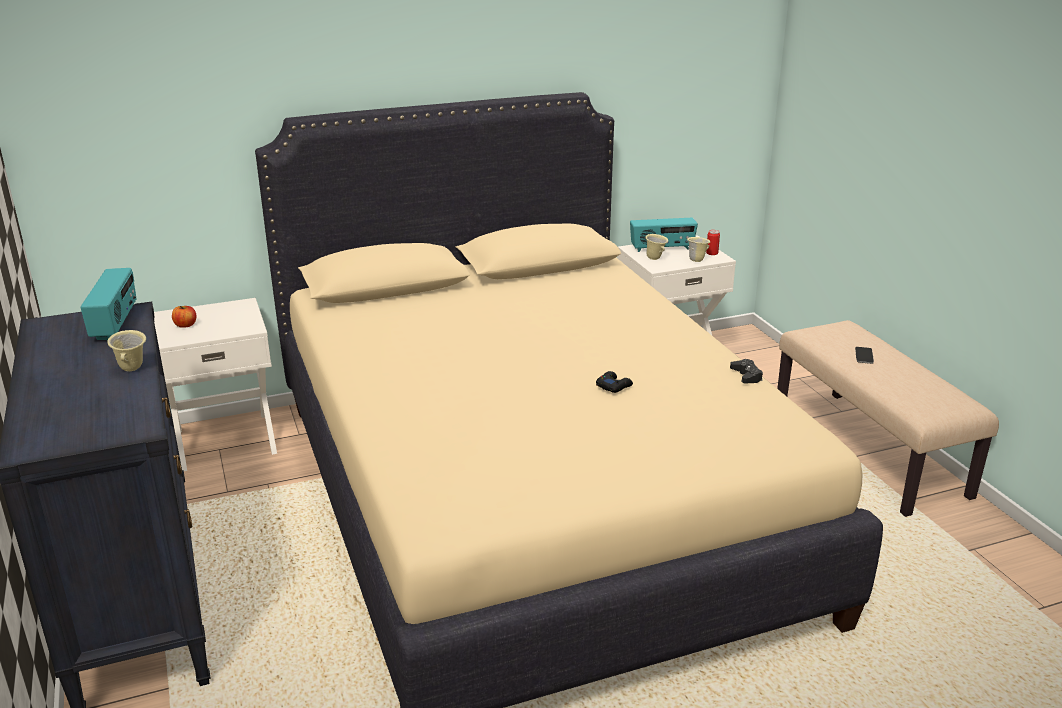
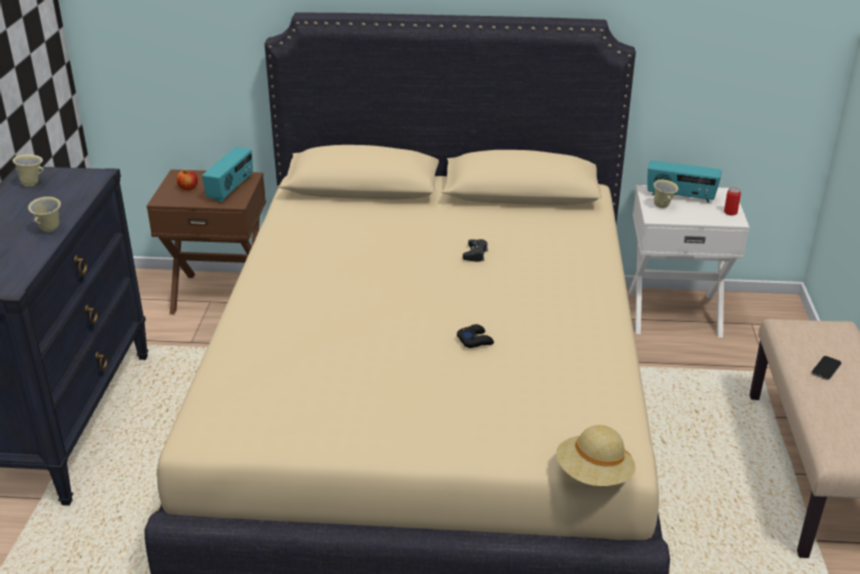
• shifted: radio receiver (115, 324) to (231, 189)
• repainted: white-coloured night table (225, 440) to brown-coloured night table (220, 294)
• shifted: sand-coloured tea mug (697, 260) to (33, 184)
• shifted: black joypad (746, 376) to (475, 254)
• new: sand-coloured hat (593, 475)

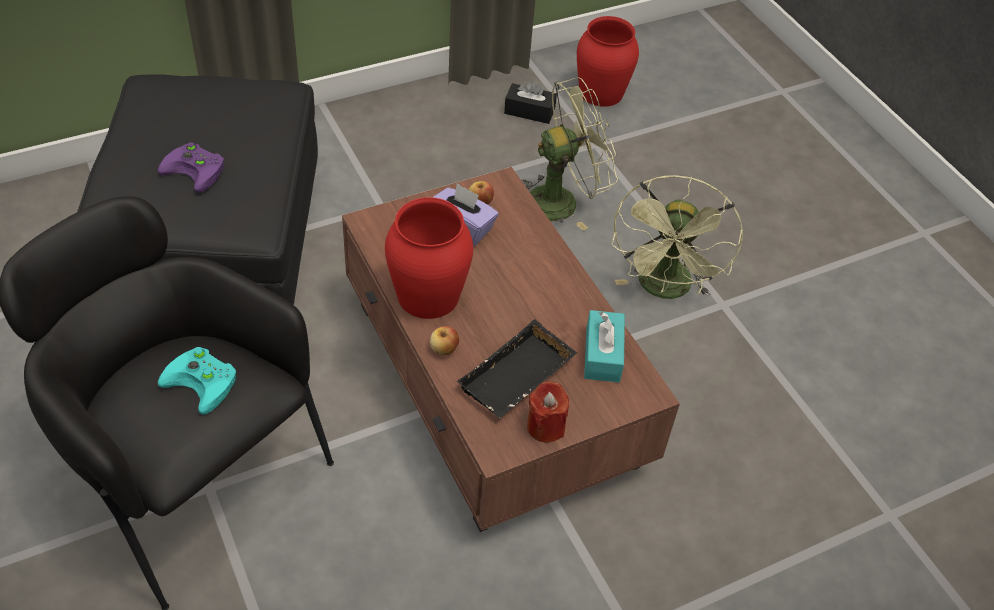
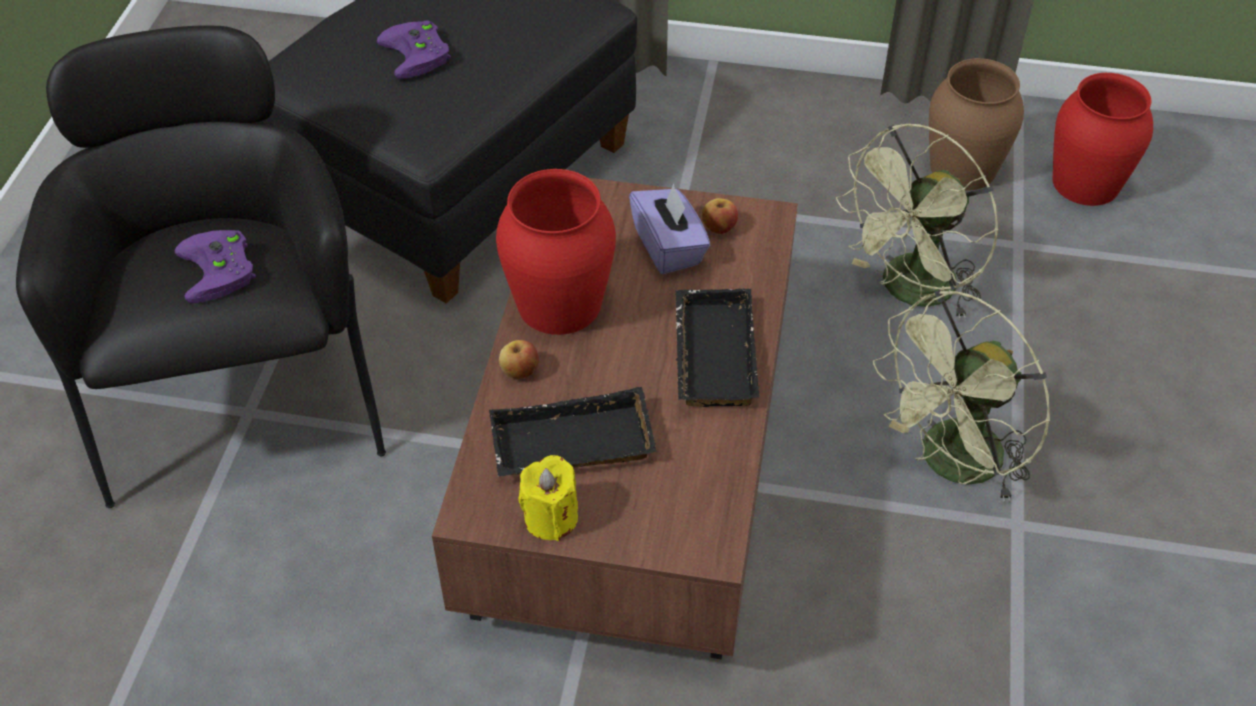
• repainted: blue-green joypad (204, 381) to purple-coloured joypad (220, 270)
• swapped: black tissue box (529, 111) to brown-coloured flower vase (964, 168)
• rotated: green-coloured fan (561, 200) = (910, 292) 120 degrees clockwise
• repainted: red wax candle (545, 426) to yellow-coloured wax candle (551, 518)
• gone: blue-green tissue box (602, 355)
• new: black carrying tray (710, 354)

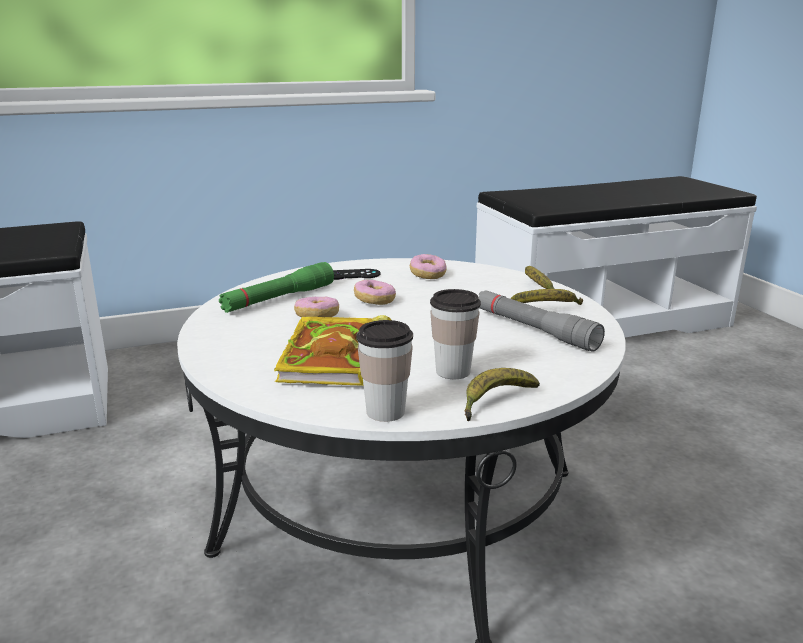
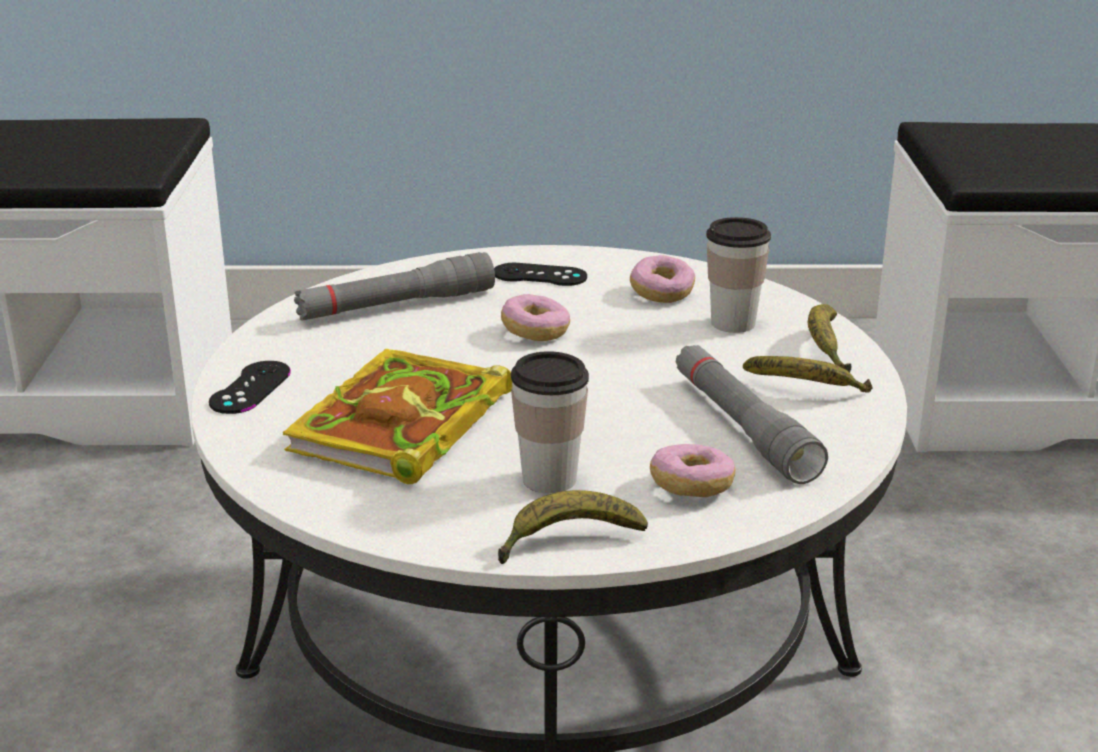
• repainted: green-coloured torch (279, 299) to gray torch (396, 305)
• shifted: ring doughnut (317, 317) to (691, 487)
• shifted: small cup (385, 412) to (733, 323)
• new: black joypad (250, 388)

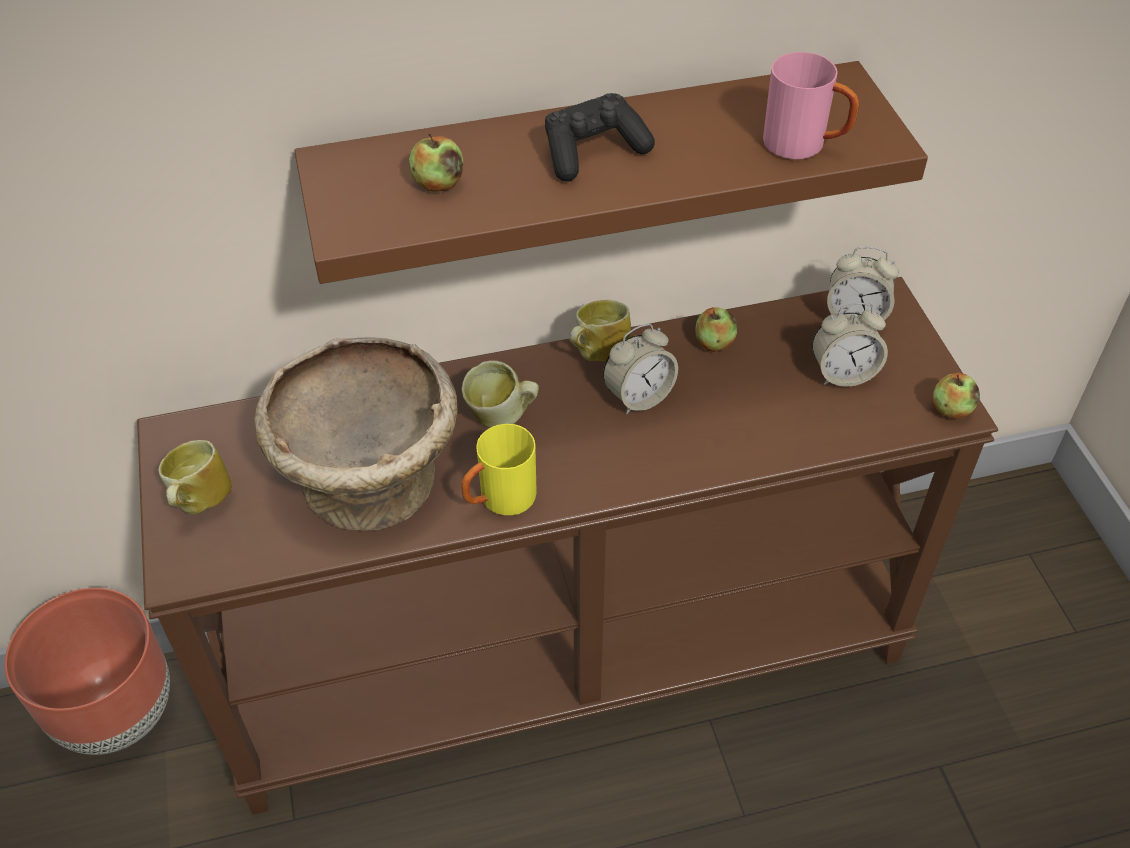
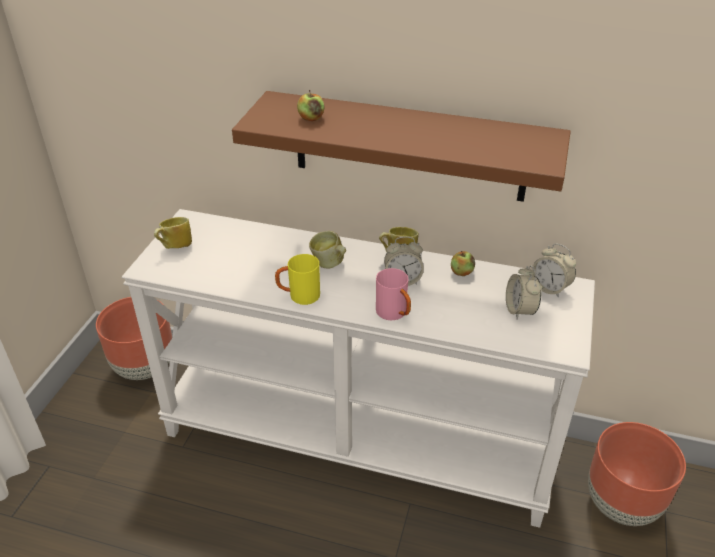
• repainted: brown-coloured hall table (568, 653) to white-coloured hall table (359, 437)
• gone: sand-coloured bowl (369, 474)
• gone: black joypad (593, 152)
• shifted: pinkish tea mug (805, 145) to (395, 314)
• rotated: alarm clock (843, 373) = (520, 310) 60 degrees clockwise
• gone: apple (951, 409)
• new: brown-coloured plant pot (622, 504)

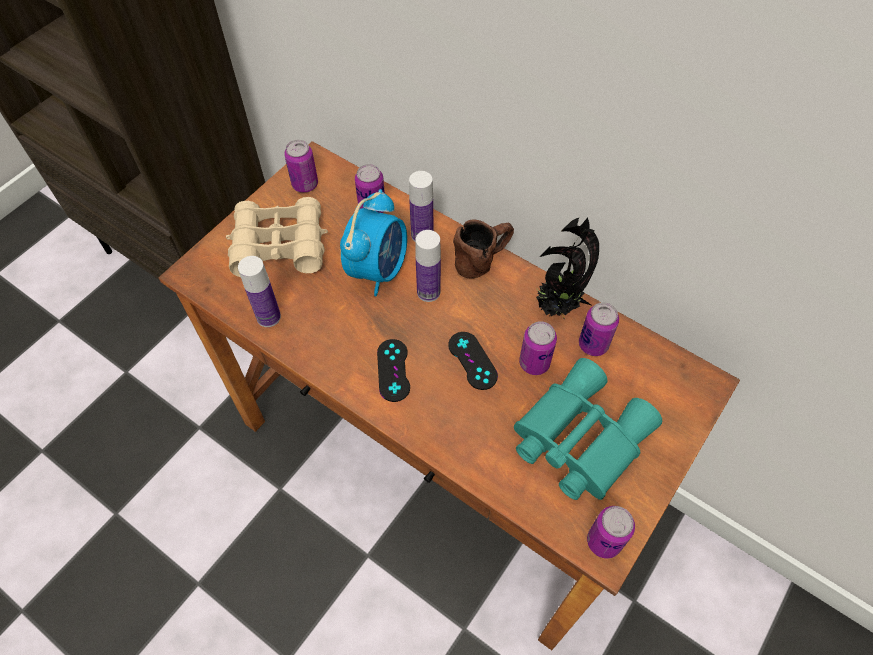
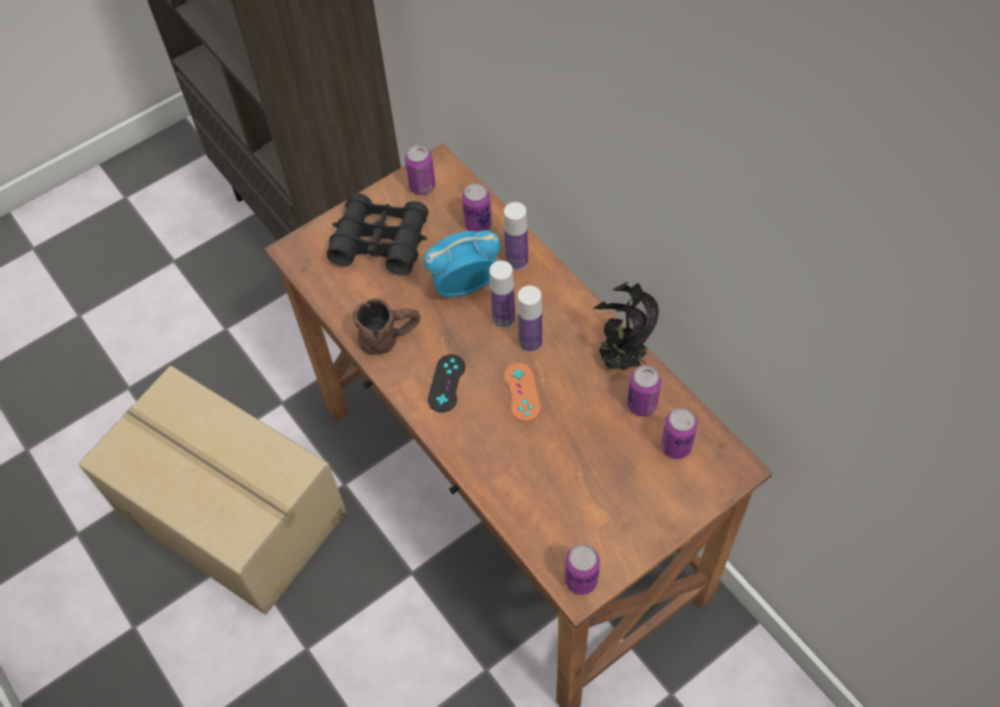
• repainted: sand-coloured field glasses (279, 245) to black field glasses (380, 241)
• shifted: bottle (268, 317) to (530, 342)
• rotated: alarm clock (378, 269) = (464, 285) 150 degrees counterclockwise
• repainted: black joypad (472, 360) to orange-coloured joypad (522, 392)
• shifted: brown-coloured tea mug (483, 259) to (391, 337)
• gone: blue-green field glasses (577, 437)
• shifted: metal can (534, 363) to (676, 446)
• new: carton (232, 509)

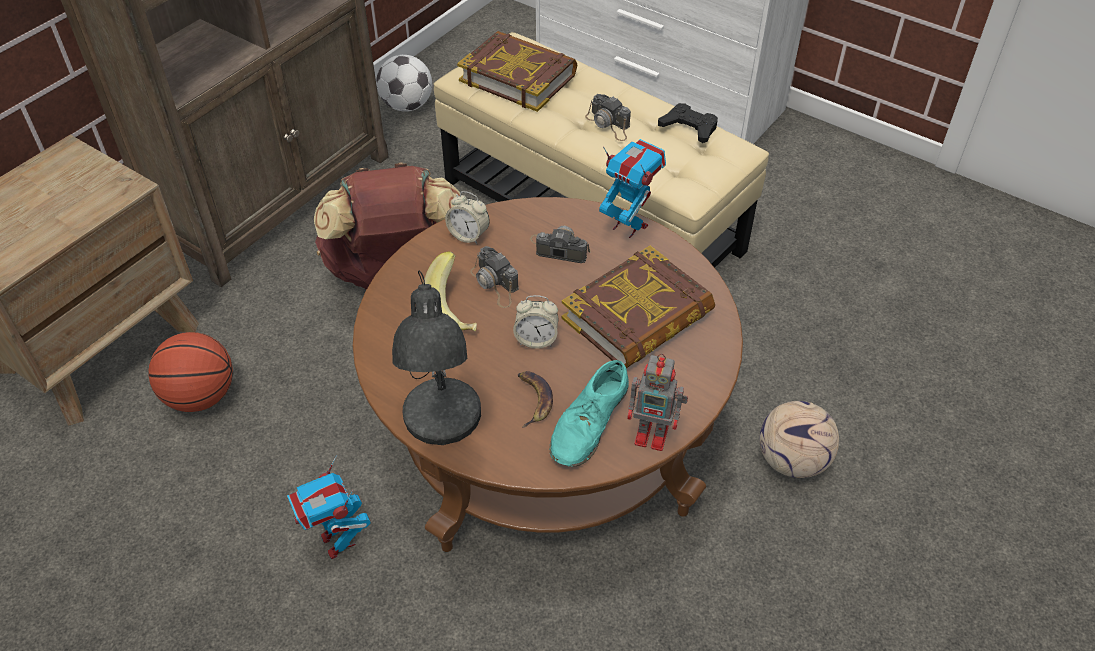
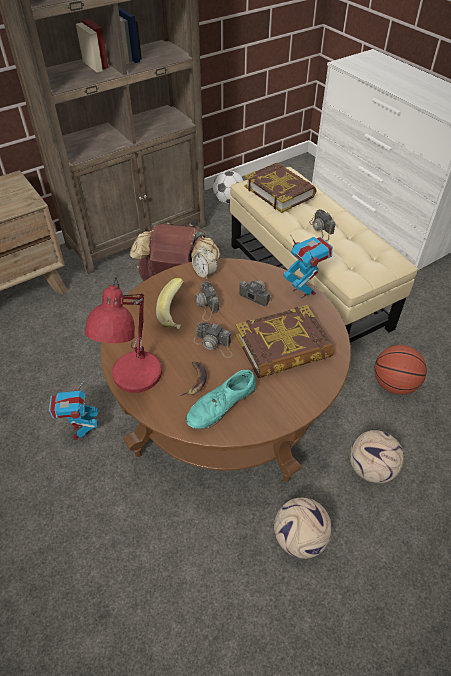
• shifted: basketball ball (200, 396) to (394, 384)
• repainted: gray lamp for a table (441, 422) to red lamp for a table (134, 378)
• swapped: alarm clock (536, 339) to still camera (214, 344)
• gone: robot figure (654, 435)
• gone: black joypad (689, 127)
• new: football ball (300, 539)

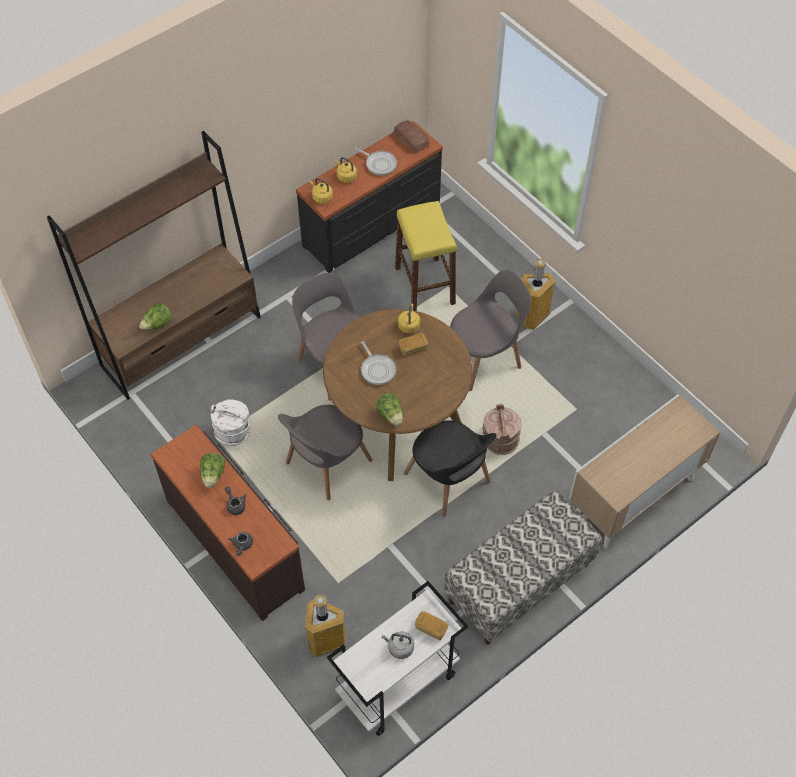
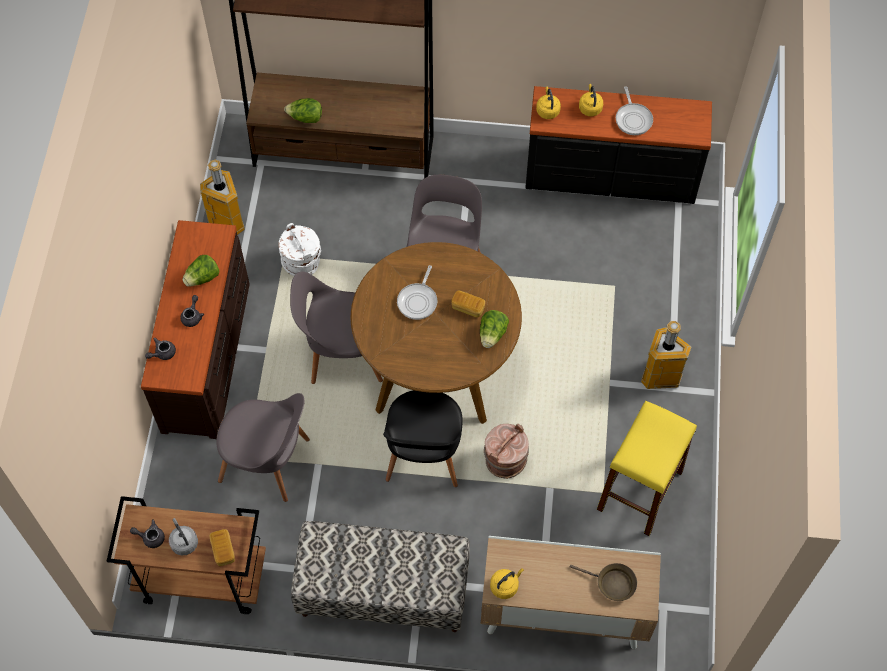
• shifted: rubbish bin (326, 641) to (228, 222)
• repainted: white-coloured cart (397, 685) to brown-coloured cart (201, 579)
• shifted: head of lettuce (391, 415) to (492, 334)
• gone: bread (411, 139)
• shifted: yellow-coloured stool (425, 285) to (639, 490)
• shifted: yellow-coloured tea kettle (409, 325) to (505, 586)
• shifted: gray plain chair (484, 357) to (268, 462)
• new: gray pot for tea (150, 537)
• new: brown-coloured skillet (612, 583)

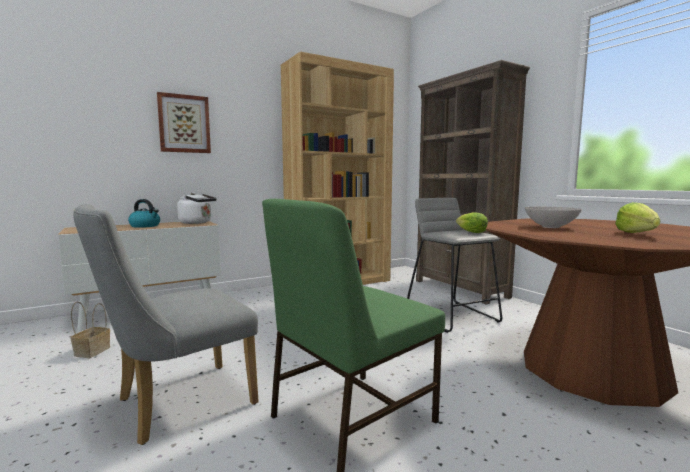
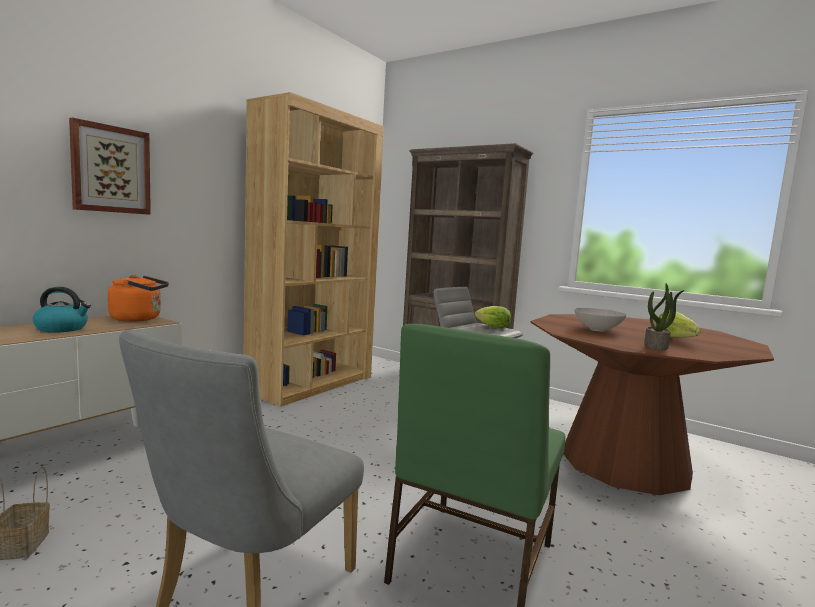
• repainted: white-coloured tea kettle (197, 223) to orange-coloured tea kettle (139, 319)
• new: houseplant (656, 346)

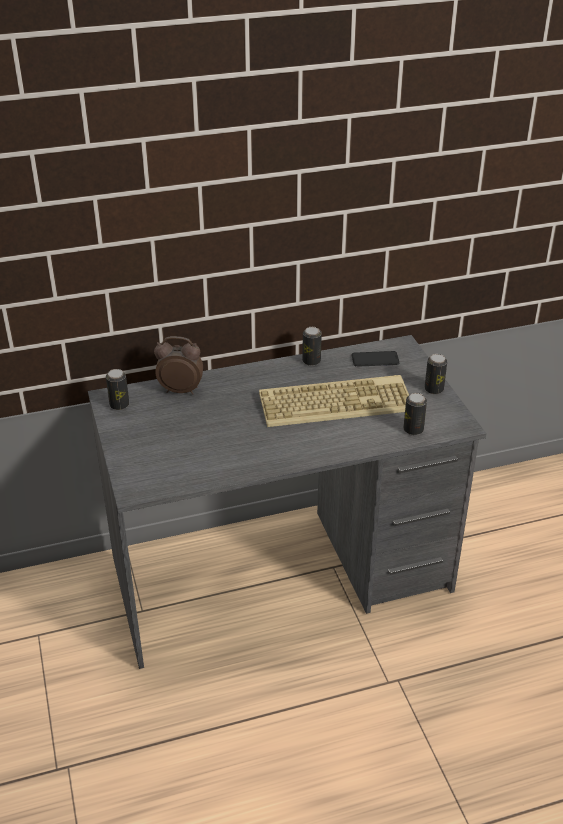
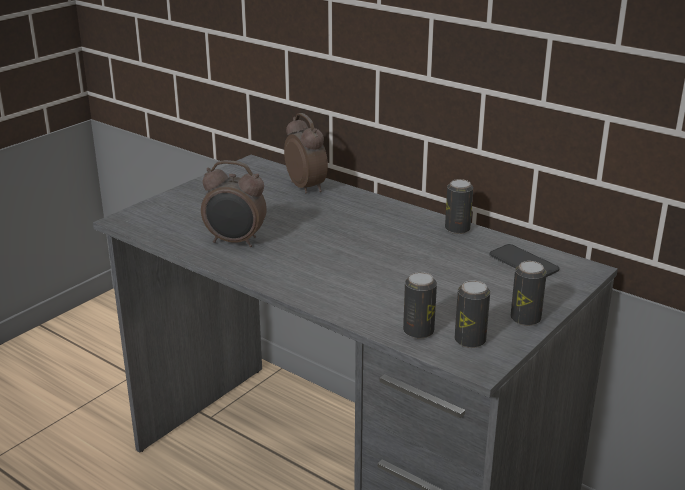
• shifted: metal can (119, 405) to (470, 340)
• gone: PC keyboard (336, 401)
• new: alarm clock (235, 242)

